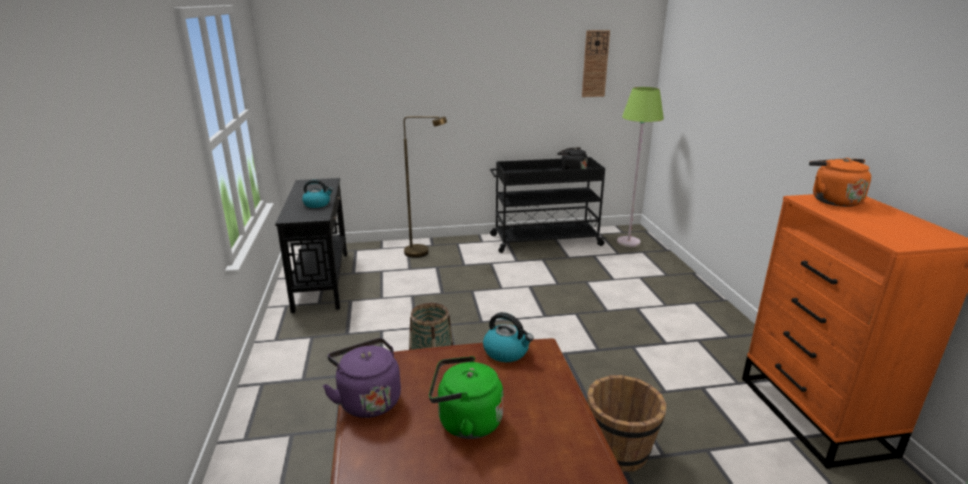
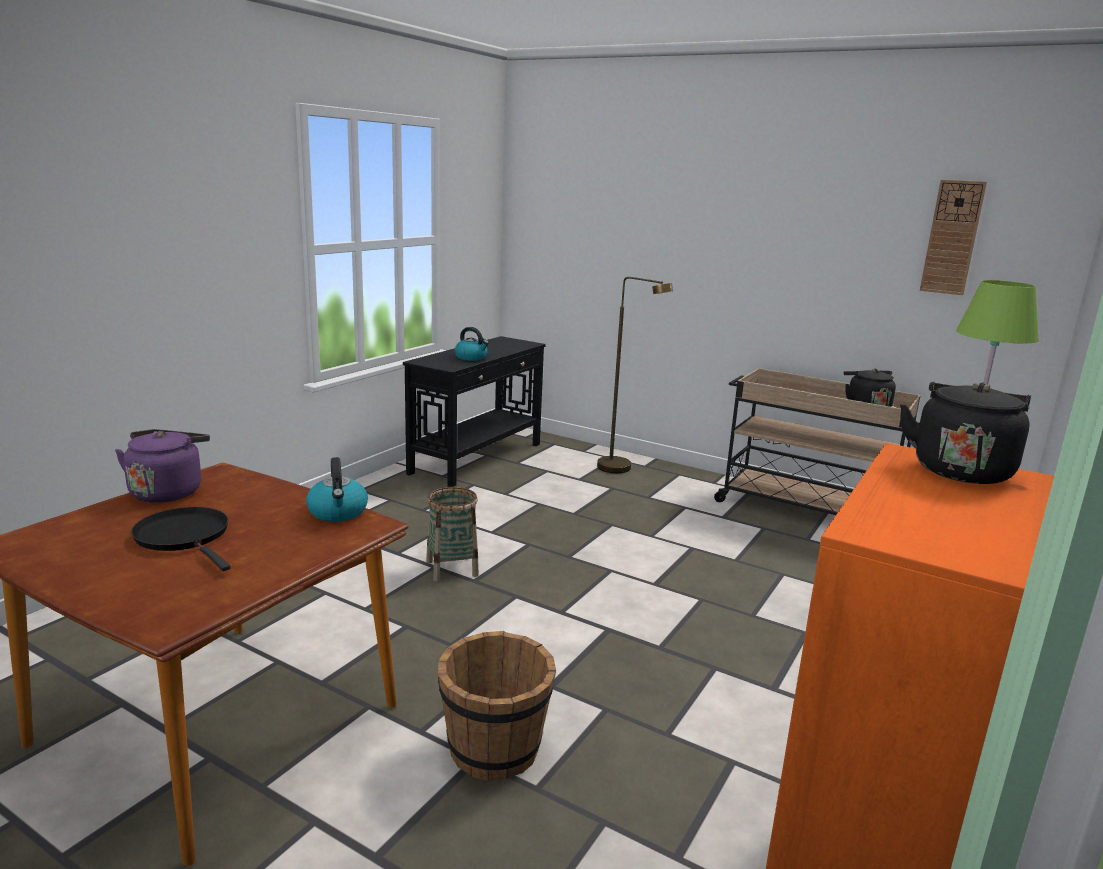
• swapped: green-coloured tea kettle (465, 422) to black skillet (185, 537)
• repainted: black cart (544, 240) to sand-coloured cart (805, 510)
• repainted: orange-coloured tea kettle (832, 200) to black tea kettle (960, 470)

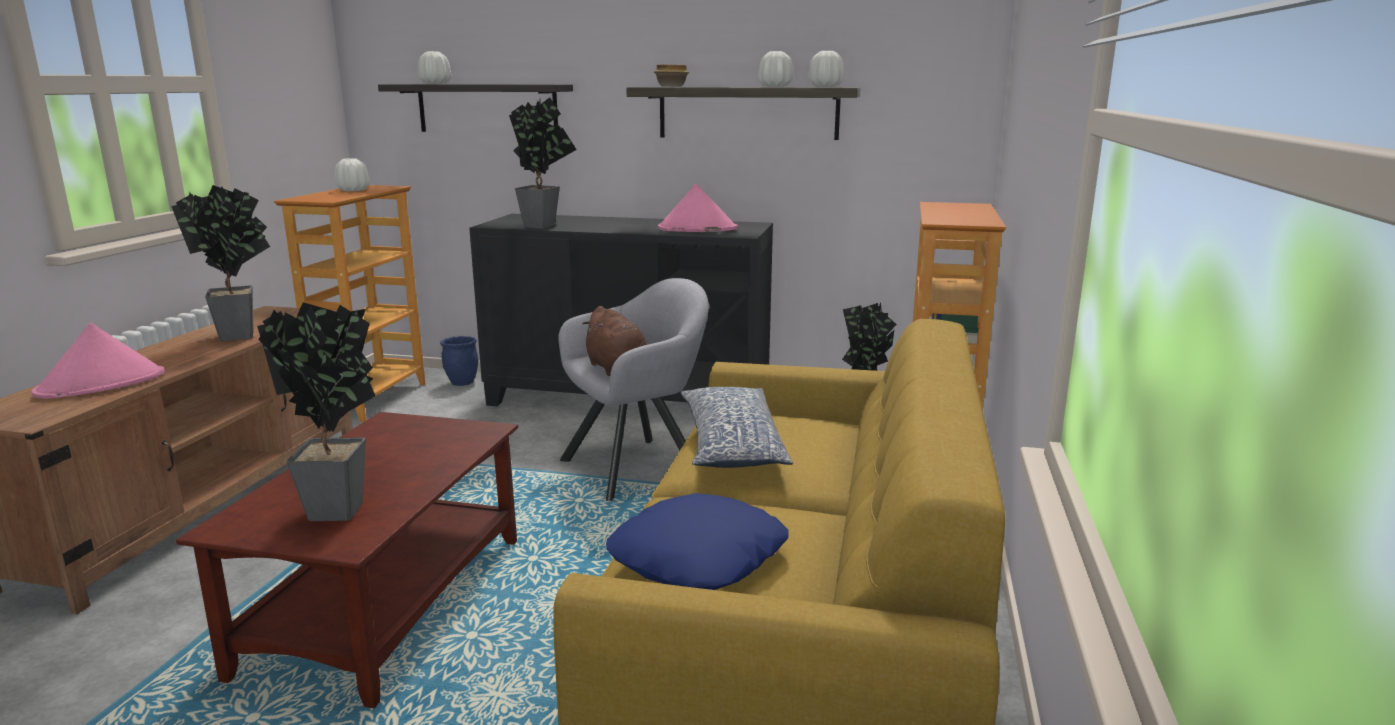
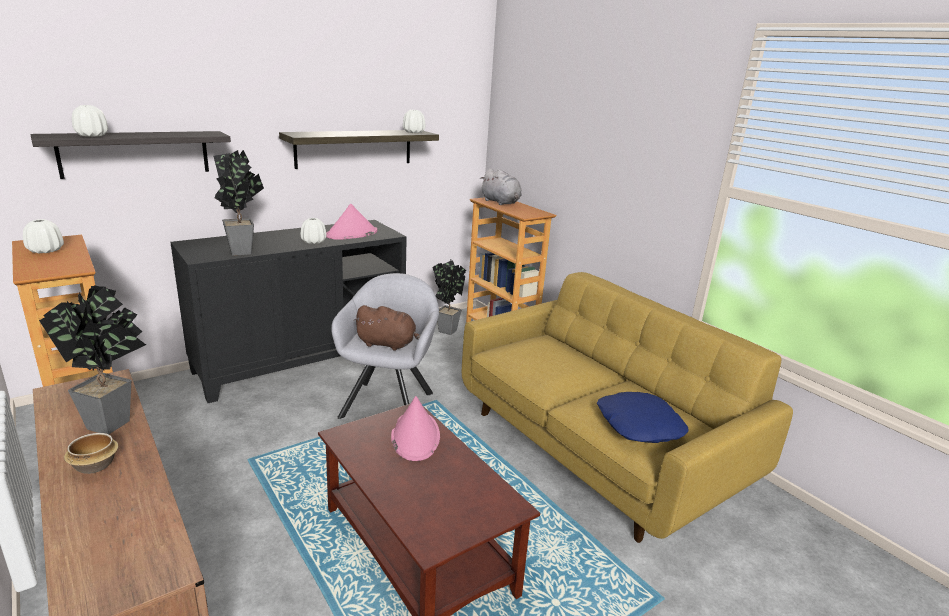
• shifted: pinkish hat (102, 384) to (415, 436)
• gone: houseplant (342, 513)
• gone: blue plant pot (462, 382)
• shifted: bowl (670, 86) to (93, 466)
• gone: throw pillow (730, 444)
• shifted: white-coloured flower vase (775, 86) to (313, 242)
• new: gray plush toy (501, 202)

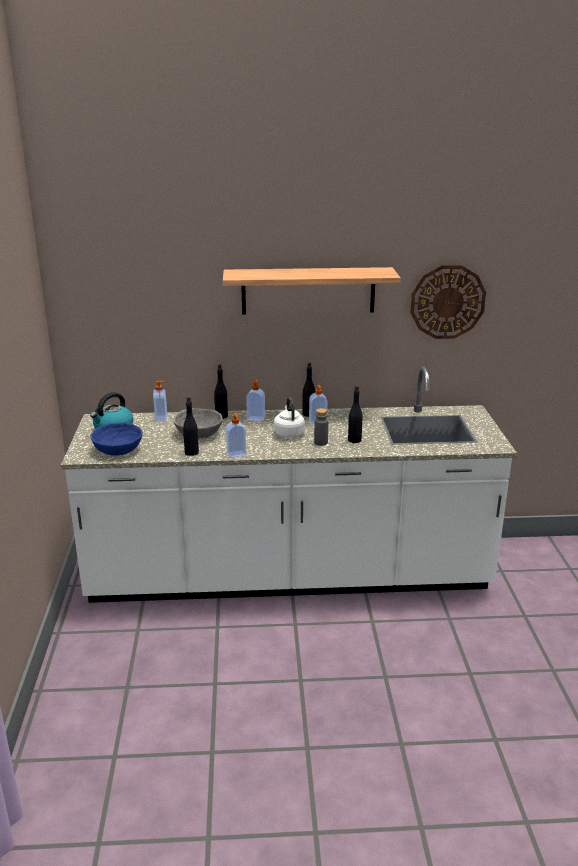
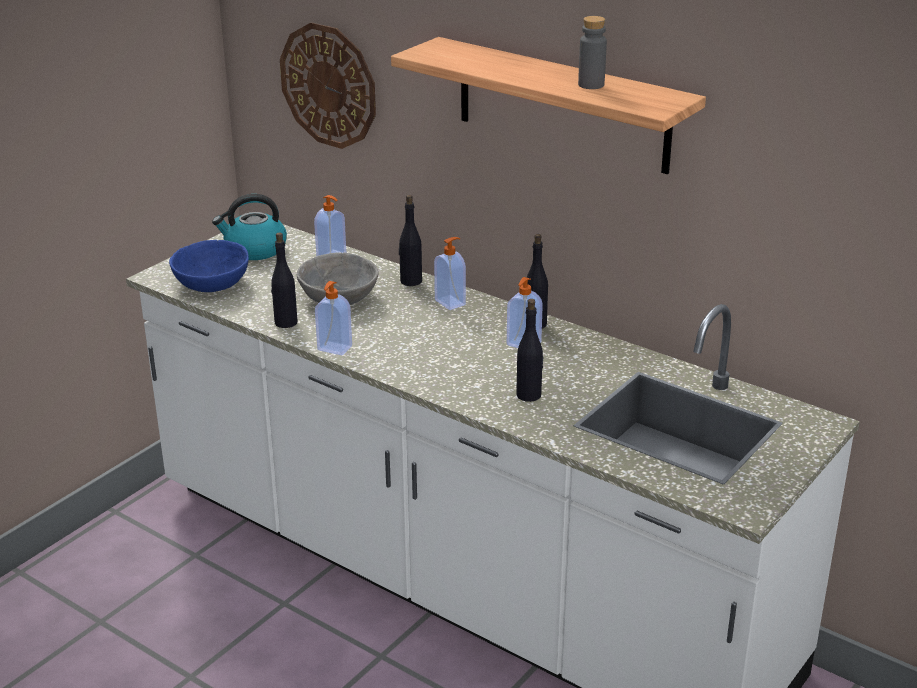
• gone: white-coloured tea kettle (288, 433)
• shifted: gray bottle (321, 442) to (591, 85)
• shifted: hanging clock (447, 302) to (328, 85)

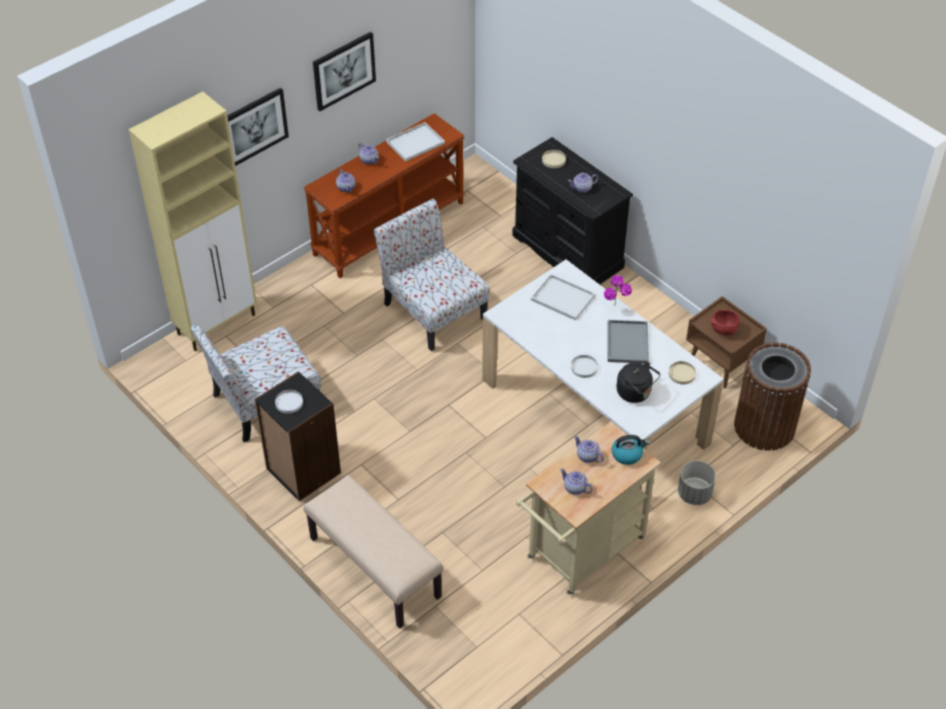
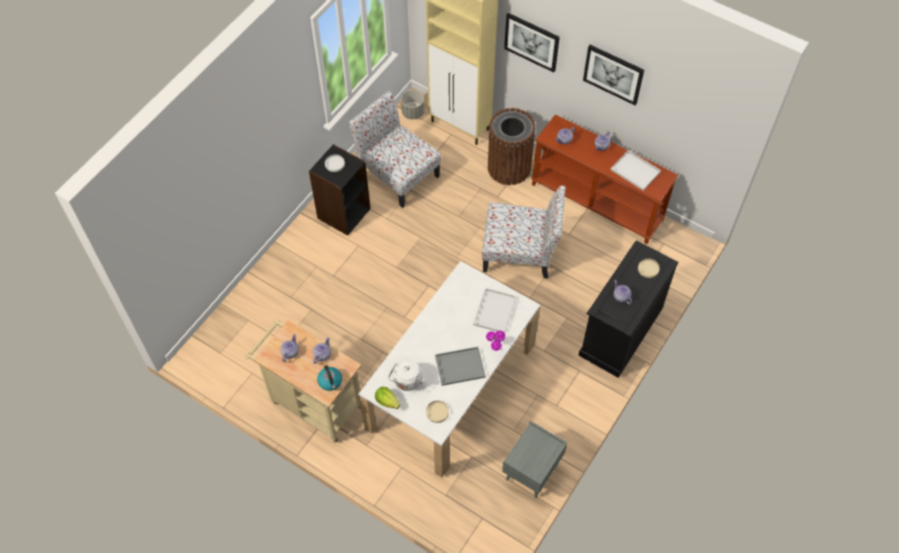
• gone: sand-coloured bench (373, 568)
• rotated: plain chair (433, 310) = (520, 252) 60 degrees clockwise
• gone: white-coloured flat dish (584, 367)
• repainted: black tea kettle (636, 393) to white-coloured tea kettle (407, 382)
• shifted: gray plant pot (694, 494) to (412, 112)
• repainted: brown-coloured night table (721, 364) to gray night table (532, 472)
• gone: red bowl (723, 330)
• shifted: brown-coloured rubbish bin (764, 426) to (509, 167)
• new: head of lettuce (387, 401)

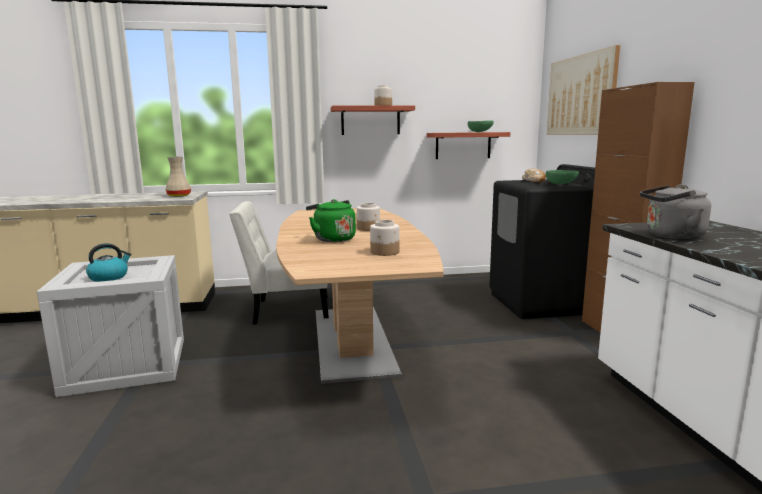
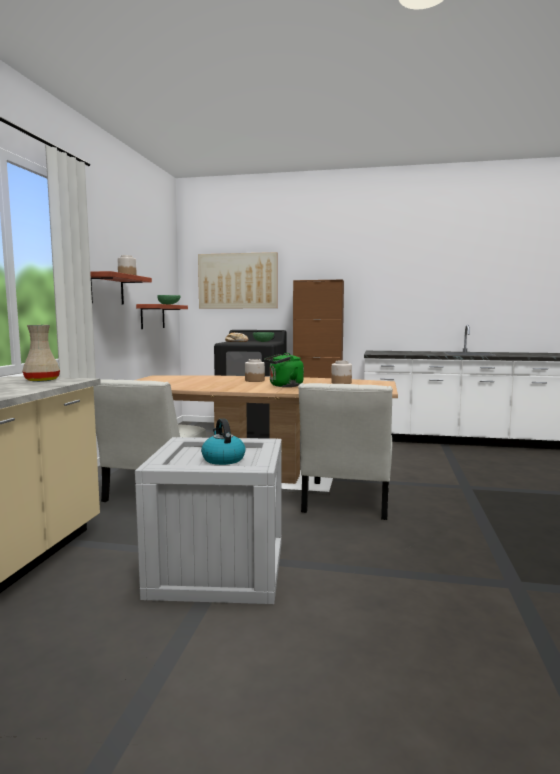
• gone: gray tea kettle (671, 236)
• new: white-coloured plain chair (346, 503)

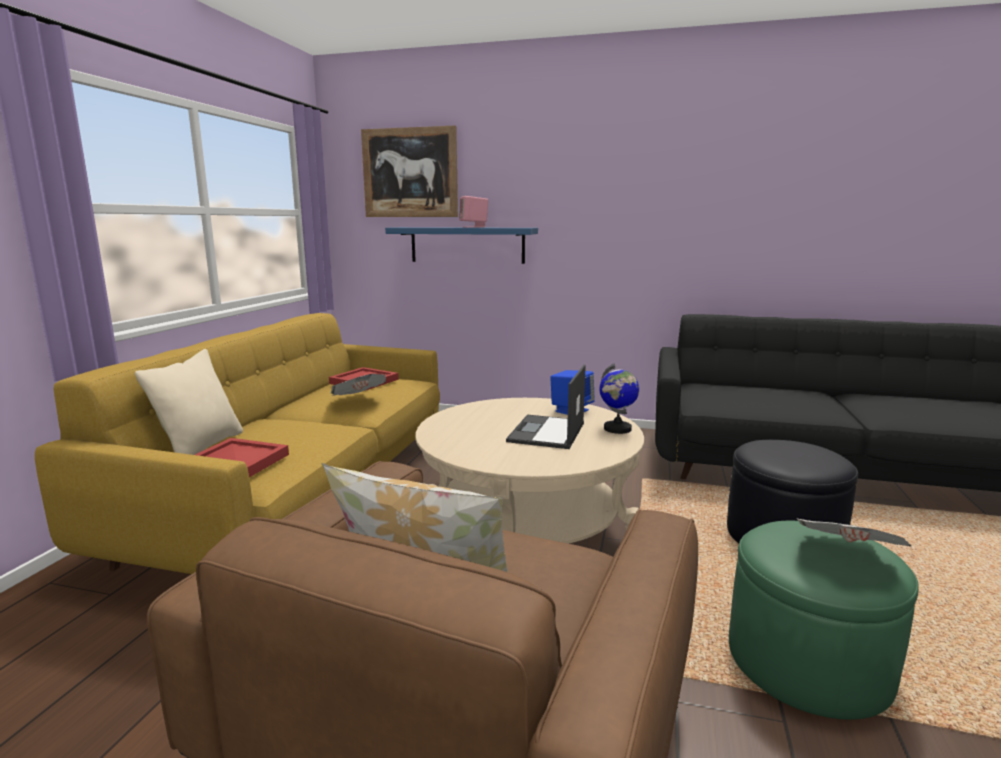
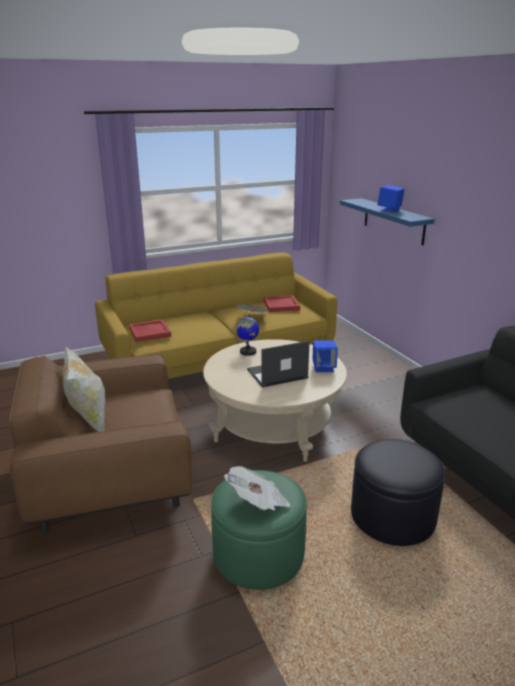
• gone: sand-coloured throw pillow (201, 448)
• gone: wall art (410, 173)
• repainted: pinkish audio speaker (473, 227) to blue audio speaker (389, 210)
• shifted: globe (617, 429) to (247, 352)

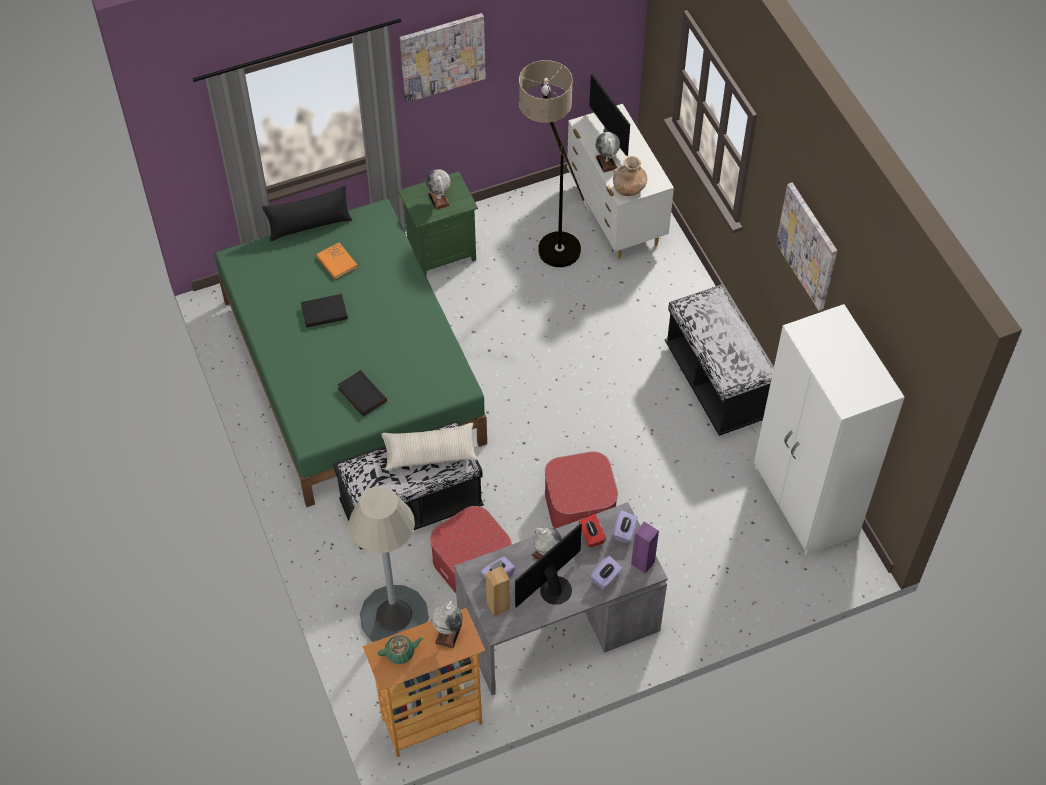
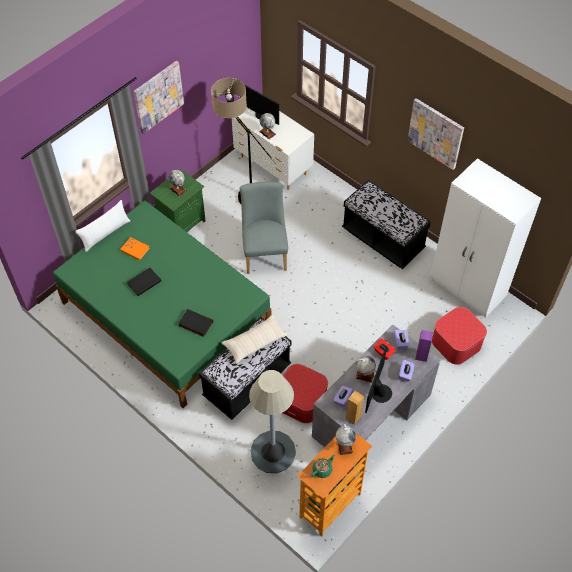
• repainted: black throw pillow (310, 226) to white-coloured throw pillow (105, 233)
• shifted: footrest (579, 504) to (456, 343)
• gone: brown-coloured flower vase (629, 189)
• new: gray plain chair (264, 252)

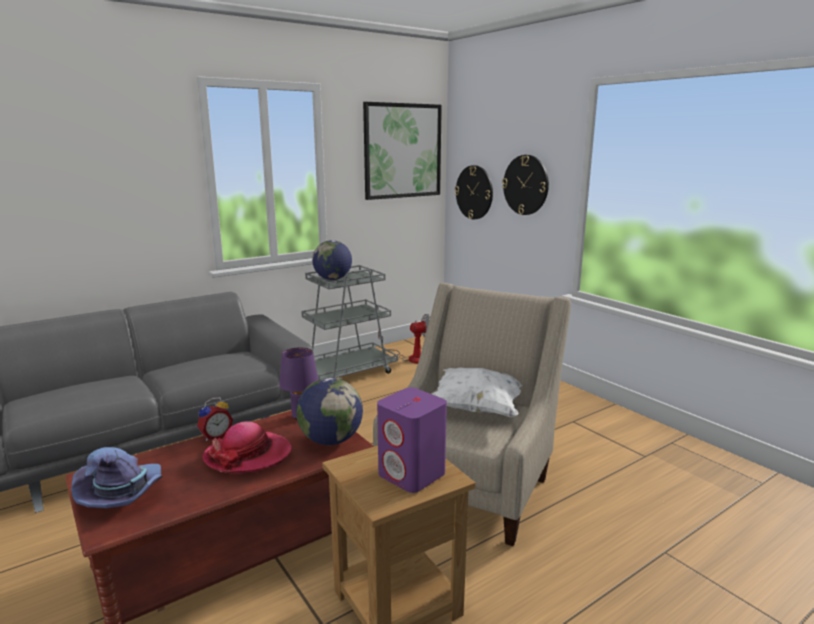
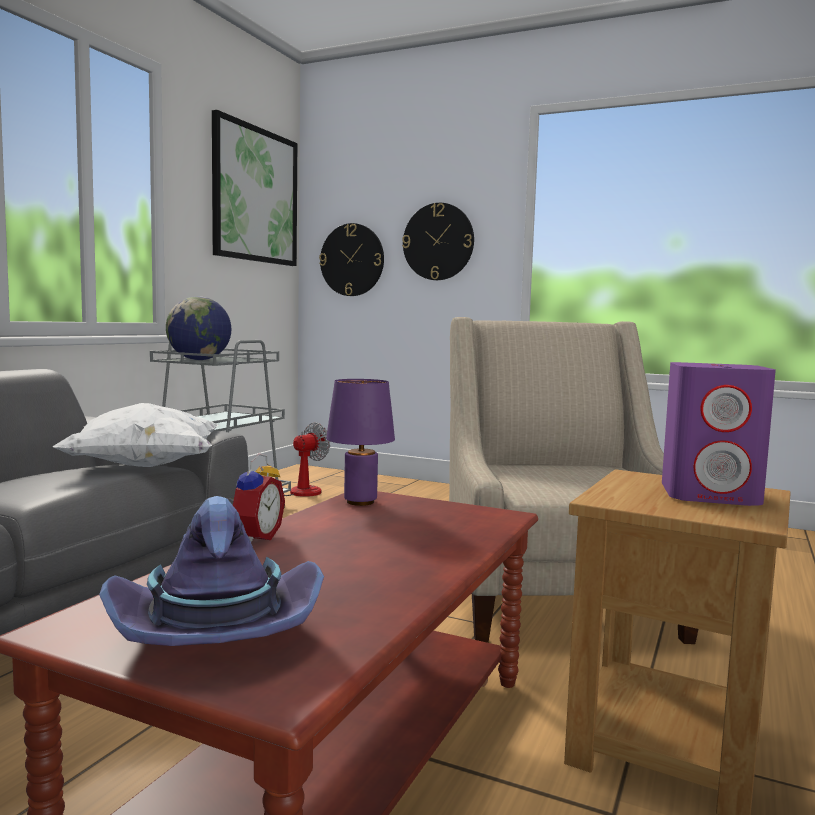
• gone: hat (248, 455)
• gone: globe (331, 440)
• shifted: white-coloured throw pillow (476, 408) to (144, 466)

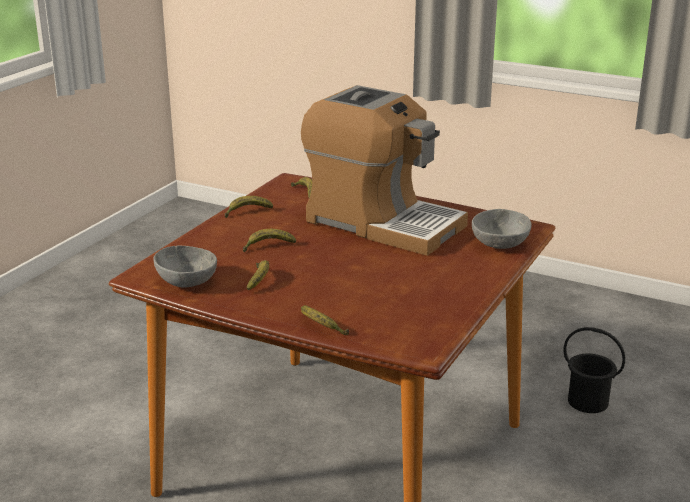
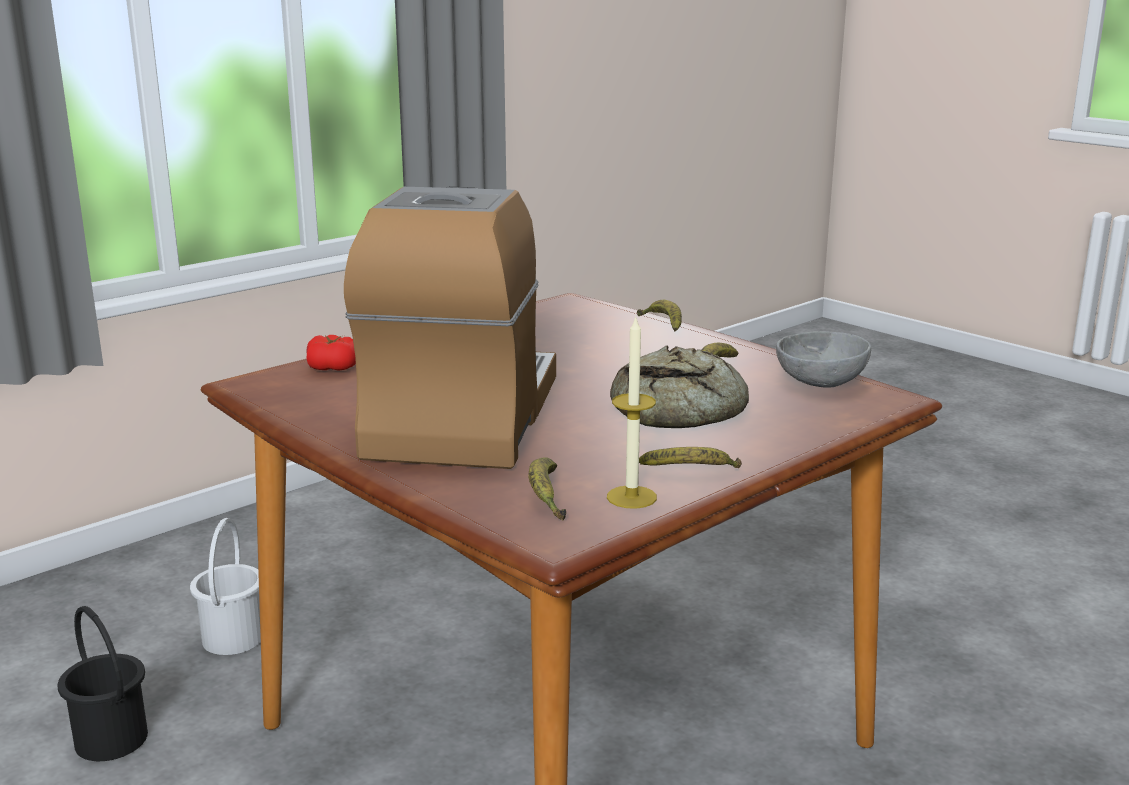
• swapped: banana fruit (268, 246) to bread (681, 410)
• rotated: coffee machine (382, 223) = (463, 418) 45 degrees clockwise
• swapped: gray bowl (501, 244) to whole tomato (333, 367)
• new: white-coloured pail (232, 638)
• new: wax candle (631, 497)

